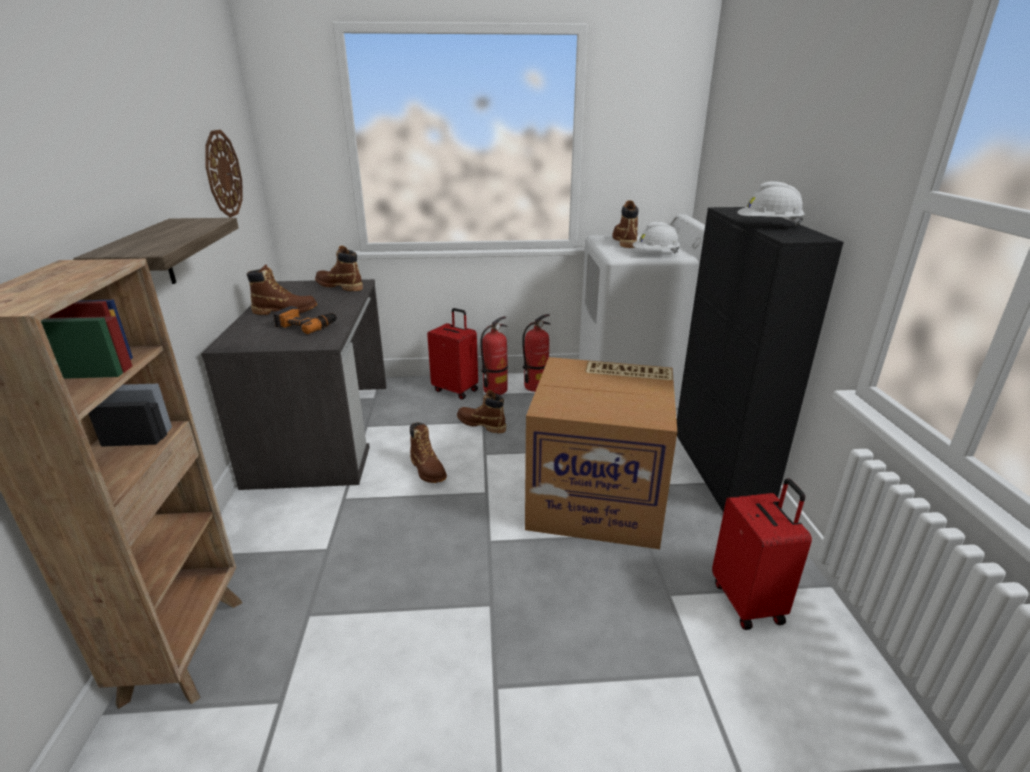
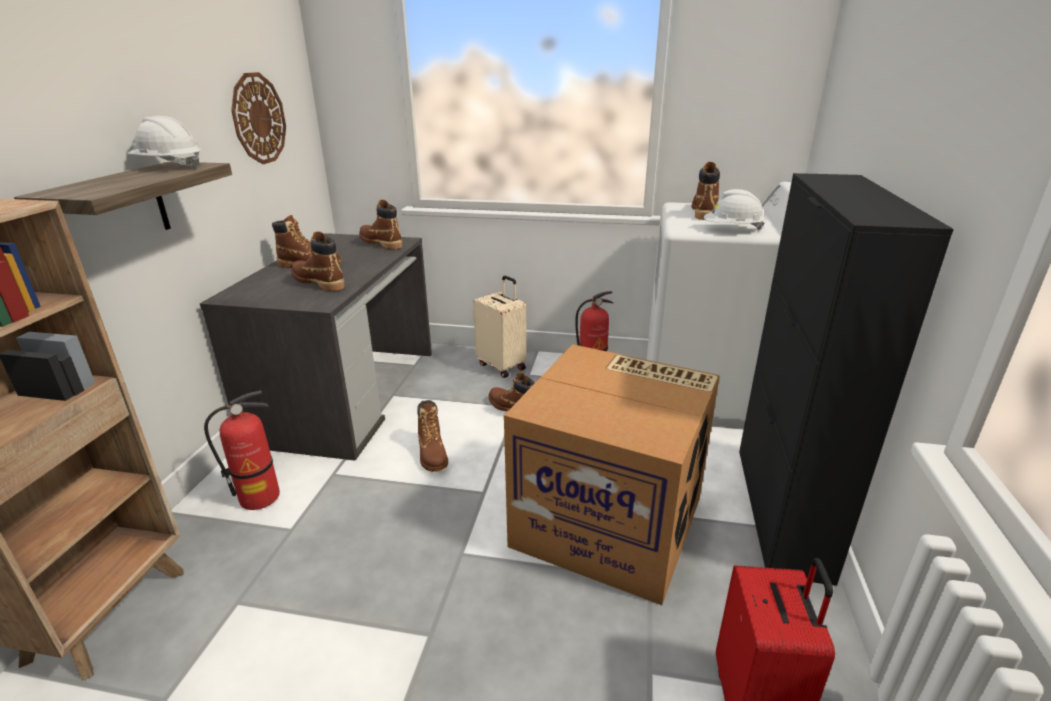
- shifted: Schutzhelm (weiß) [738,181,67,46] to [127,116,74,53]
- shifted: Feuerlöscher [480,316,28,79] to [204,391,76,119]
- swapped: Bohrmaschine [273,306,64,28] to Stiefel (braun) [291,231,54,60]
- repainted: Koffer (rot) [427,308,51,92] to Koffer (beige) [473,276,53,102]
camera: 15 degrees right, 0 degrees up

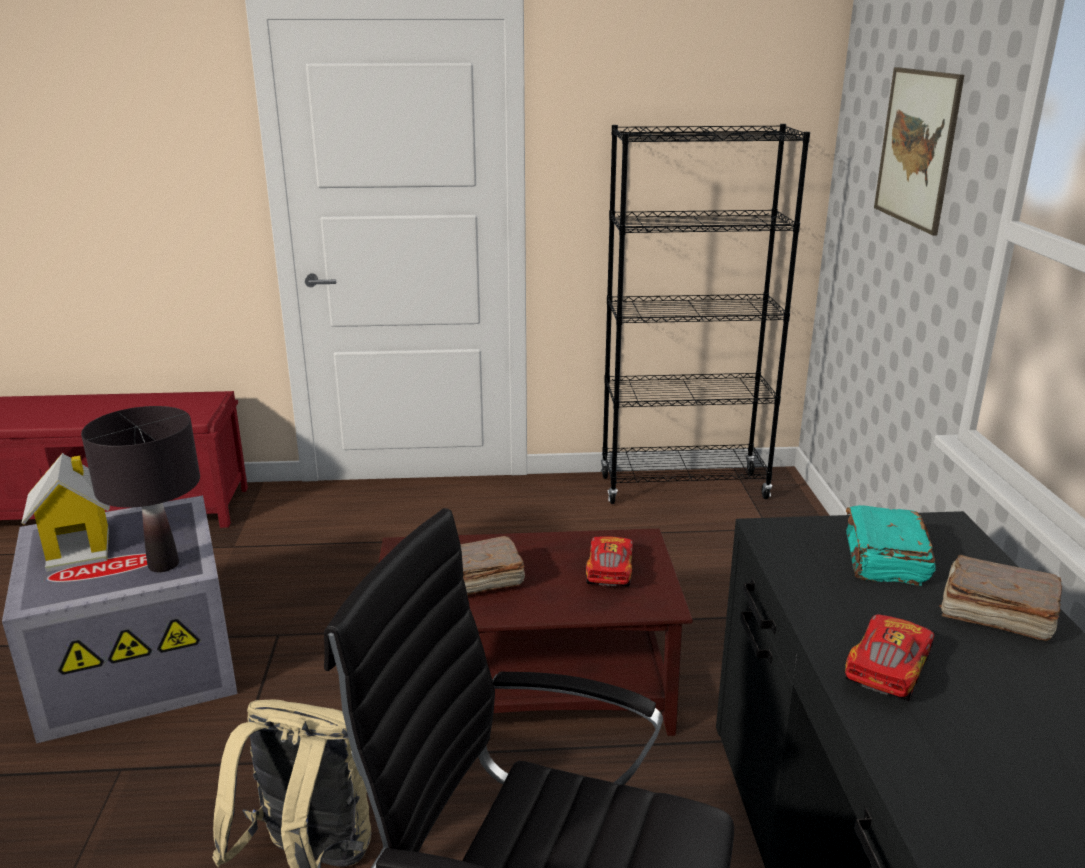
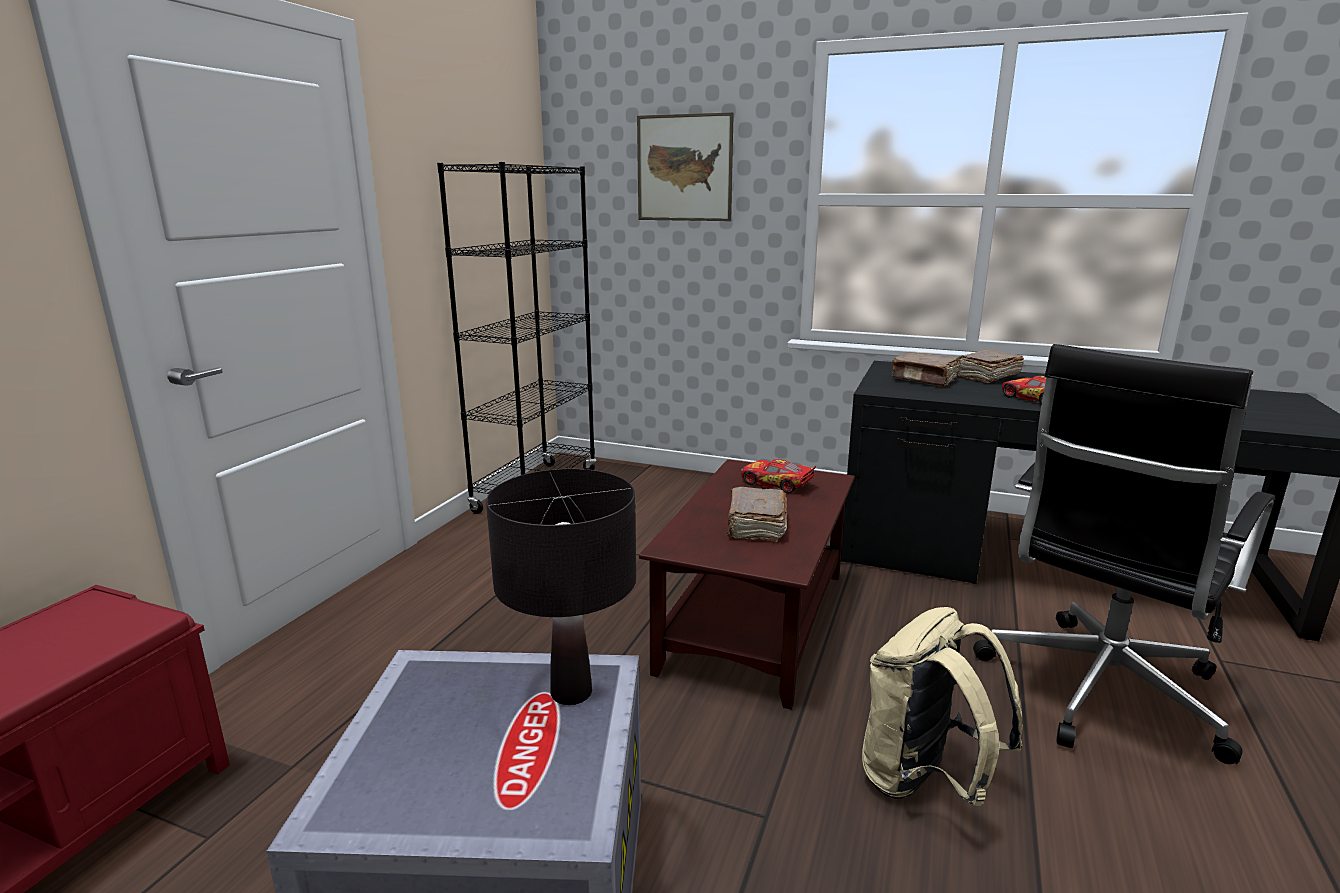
- repainted: Buch (türkis) [846,505,90,81] to Buch (braun) [891,352,68,35]
- gone: Spielzeughaus [21,453,89,119]
camera: 65 degrees left, 5 degrees down

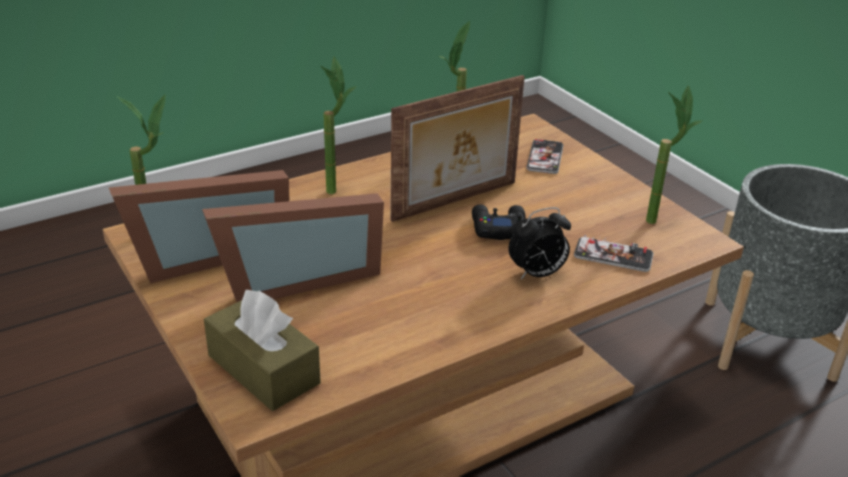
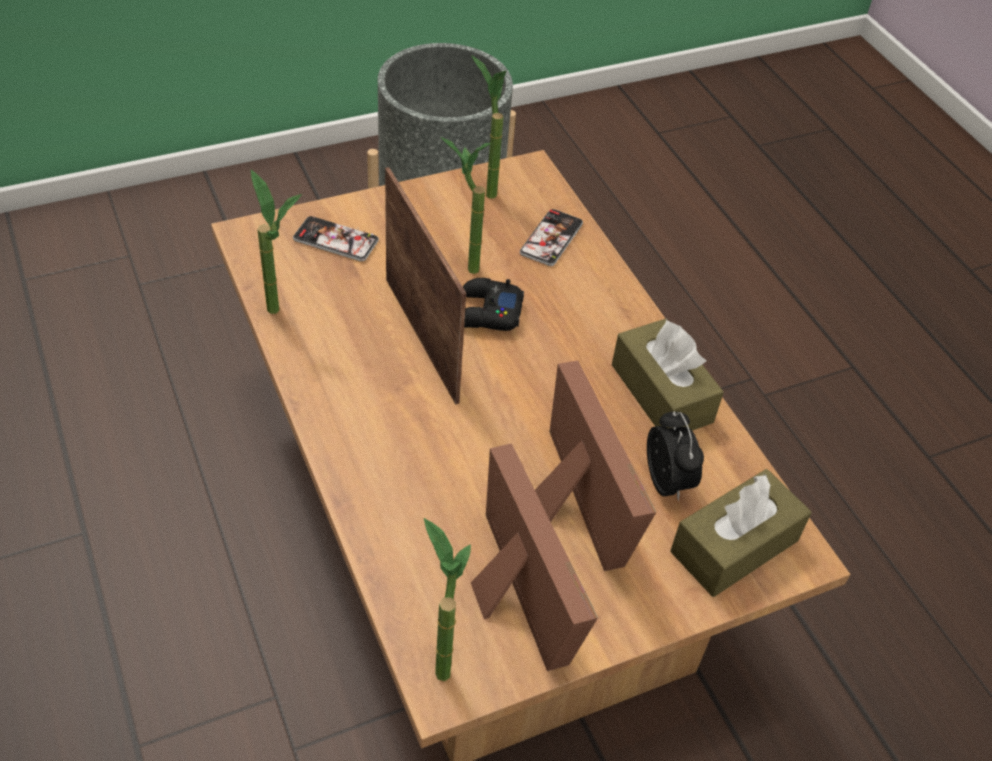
- shifted: Topfpflanze [321,56,35,138] to [440,137,51,137]
- new: Taschentuchbox (braun) [612,319,112,112]
- shifted: Wecker [508,207,63,72] to [647,411,57,90]
camera: 85 degrees left, 15 degrees up

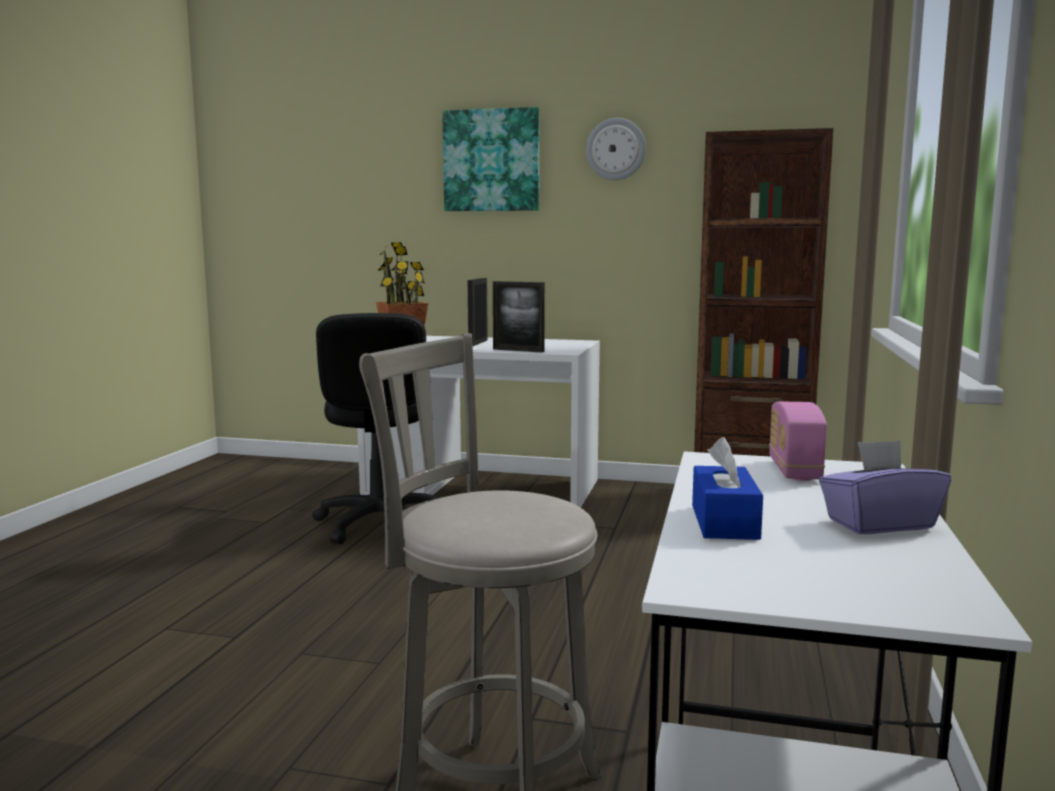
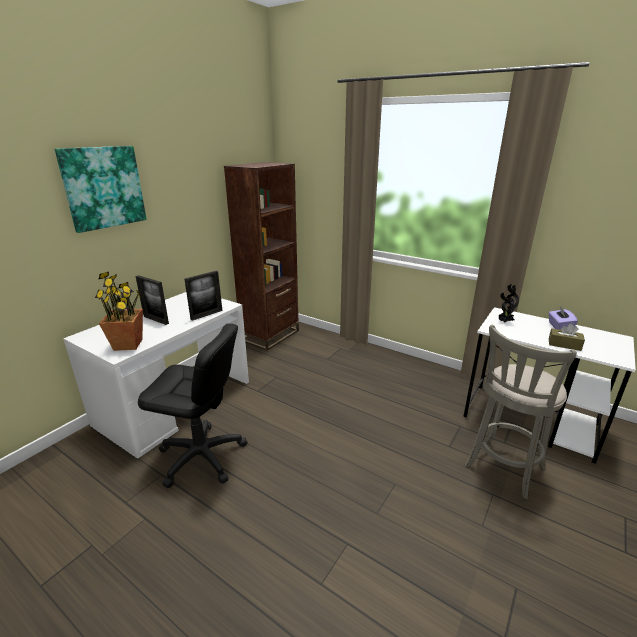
- swapped: Radio [769,401,58,80] to Topfpflanze [499,284,20,39]
- repainted: Taschentuchbox (blau) [692,437,71,103] to Taschentuchbox (braun) [549,324,36,27]
- gone: Wanduhr [586,118,60,62]
camera: 70 degrees left, 15 degrees up

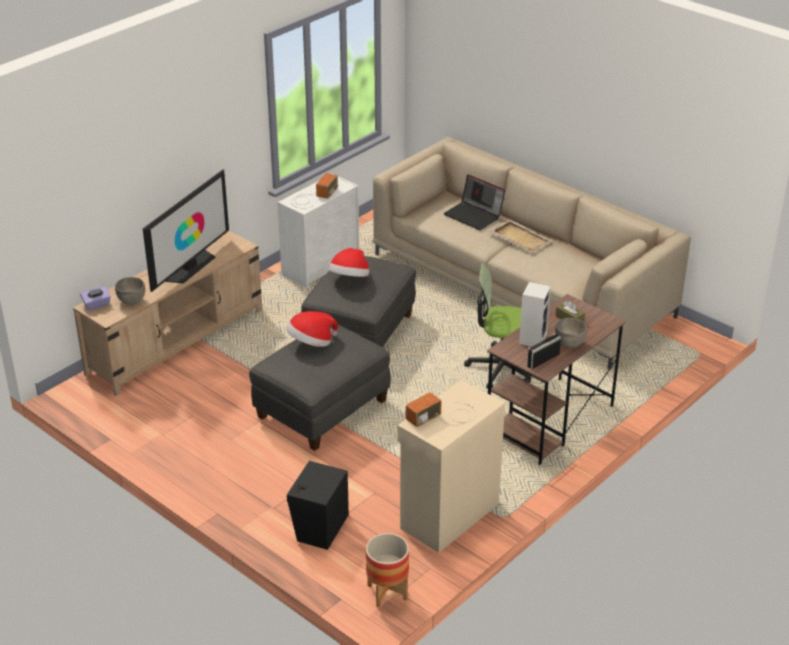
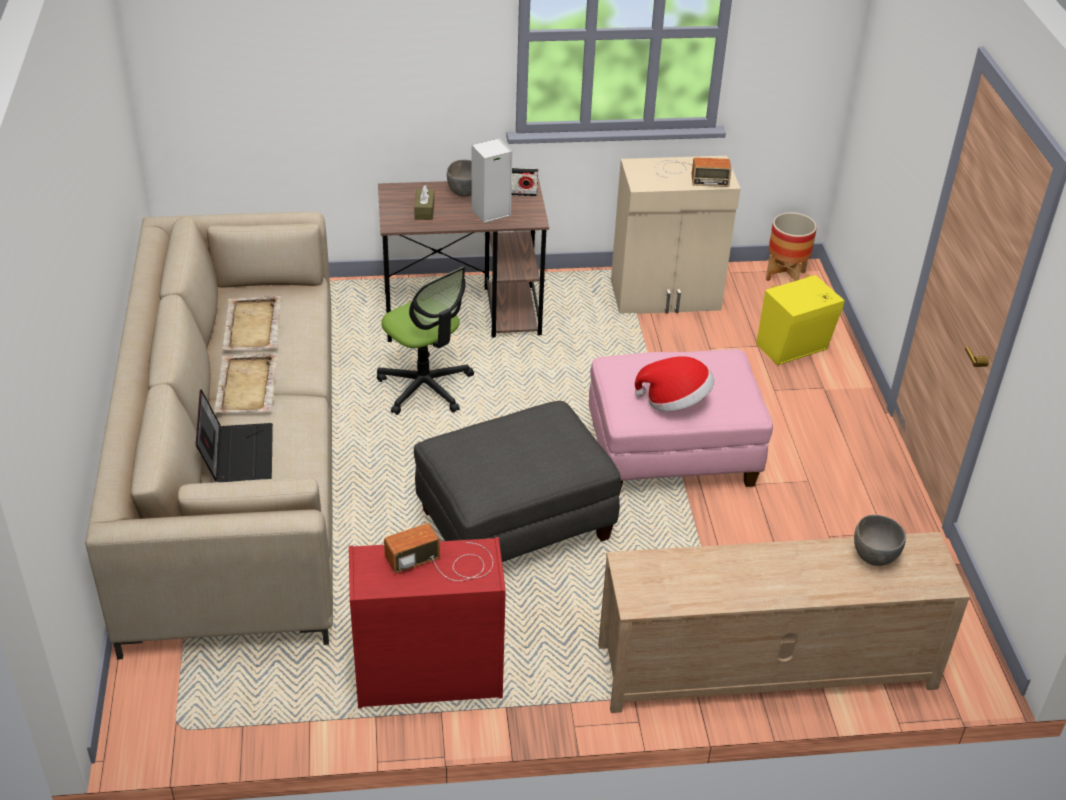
- new: Tablett (beige) [223,296,58,54]
- repainted: Kommode (weiß) [277,176,82,112] to Kommode (rot) [349,537,157,171]
- repainted: Polsterhocker (grau) [249,324,142,127] to Polsterhocker (rosa) [589,349,184,146]
- repainted: Lautsprecher (schwarz) [287,461,62,89] to Lautsprecher (gelb) [756,274,88,91]
- gone: Taschentuchbox (lila) [80,286,31,24]
- gone: Fernseher [143,169,86,123]
- gone: Hut [328,248,41,29]
camera: 140 degrees left, 5 degrees up

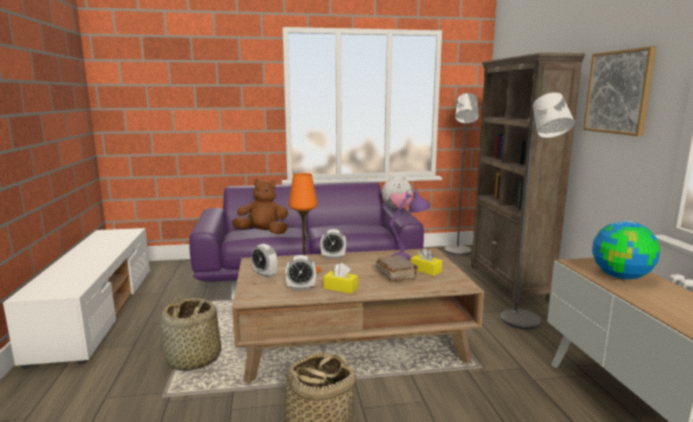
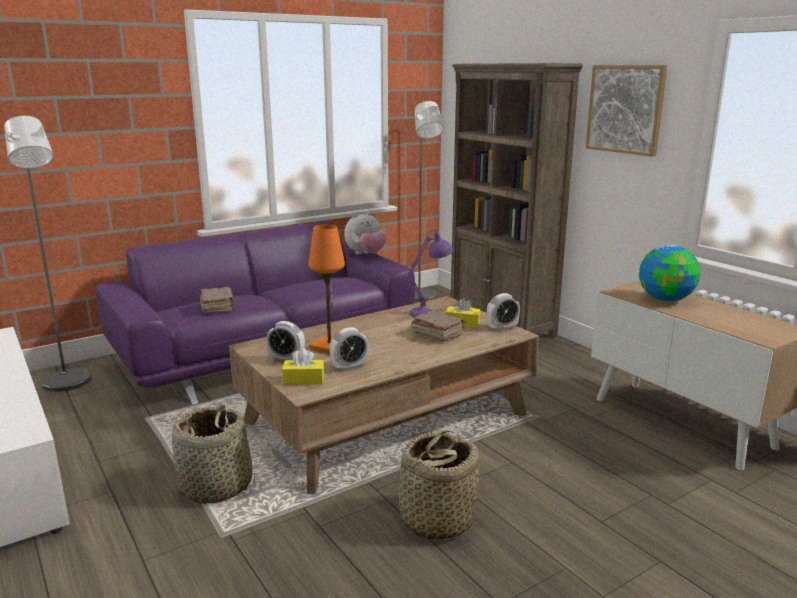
- shifted: Stehlampe (grau) [501,93,74,237] to [4,116,88,276]
- swapped: Plüschtier (braun) [232,179,56,55] to Buch (braun) [200,287,35,26]
- shifted: Taschentuchbox (gelb) [324,263,34,31] to [282,348,42,37]
- shifted: Wecker [320,229,26,29] to [486,293,34,38]
camera: 25 degrees left, 5 degrees up

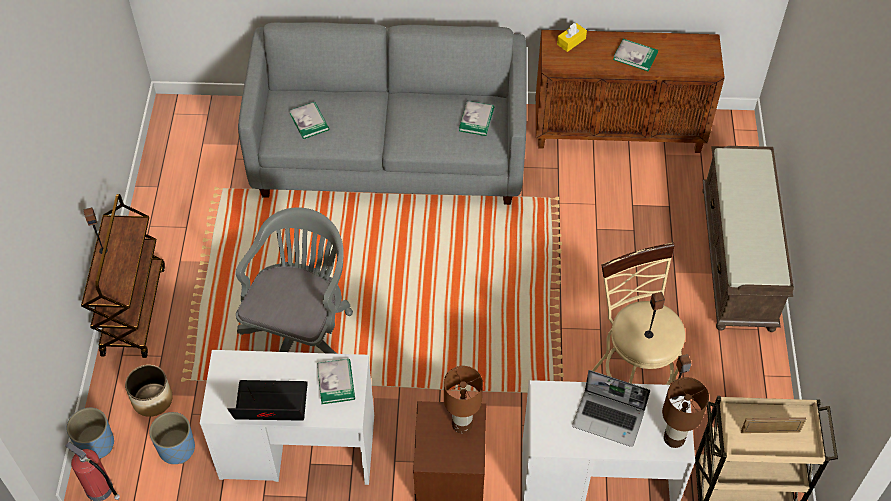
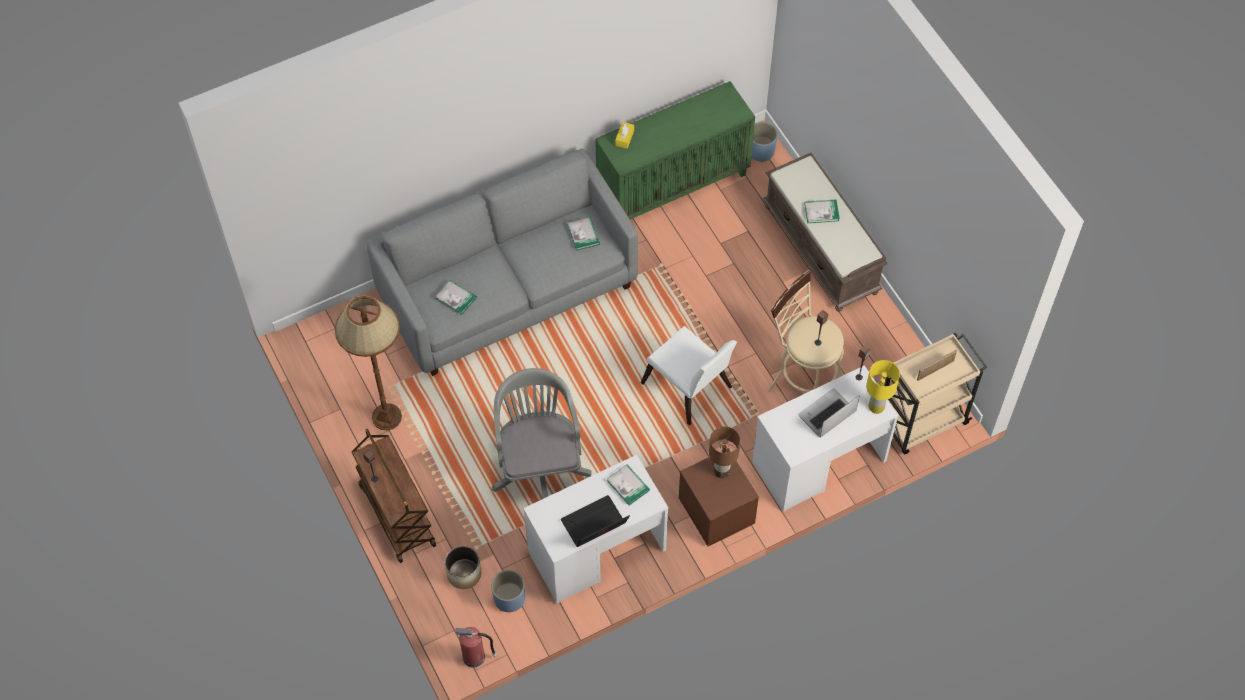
- new: Stehlampe (braun) [335,296,67,134]
- repainted: Schrank (braun) [536,30,189,123] to Schrank (grün) [595,81,160,138]
- new: Stuhl (weiß) [640,326,97,100]
- shifted: Pflanzkübel (blau) [67,408,47,51] to [751,122,27,40]
- rotated: Laptop [572,370,78,77] = [798,388,61,50] 150 degrees clockwise
- shifted: Buch [613,39,45,32] to [804,199,36,24]
- repainted: Tischlampe (braun) [662,377,47,71] to Tischlampe (gelb) [866,360,34,54]
camera: 30 degrees left, 5 degrees up

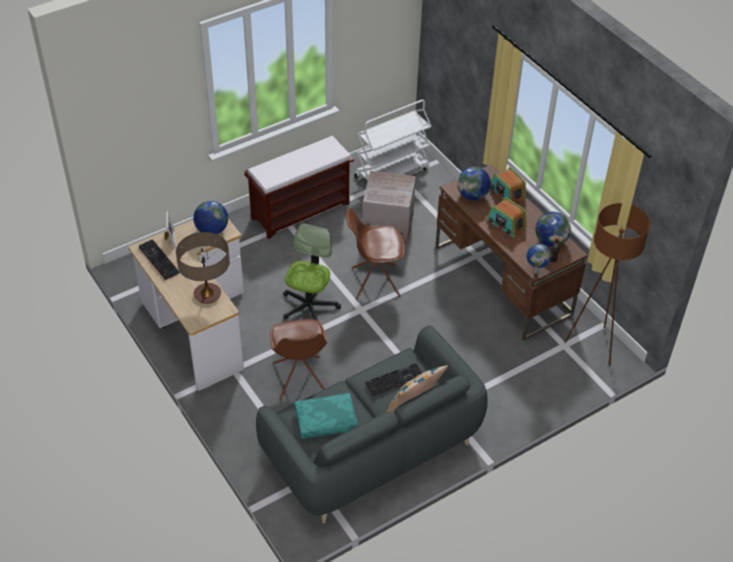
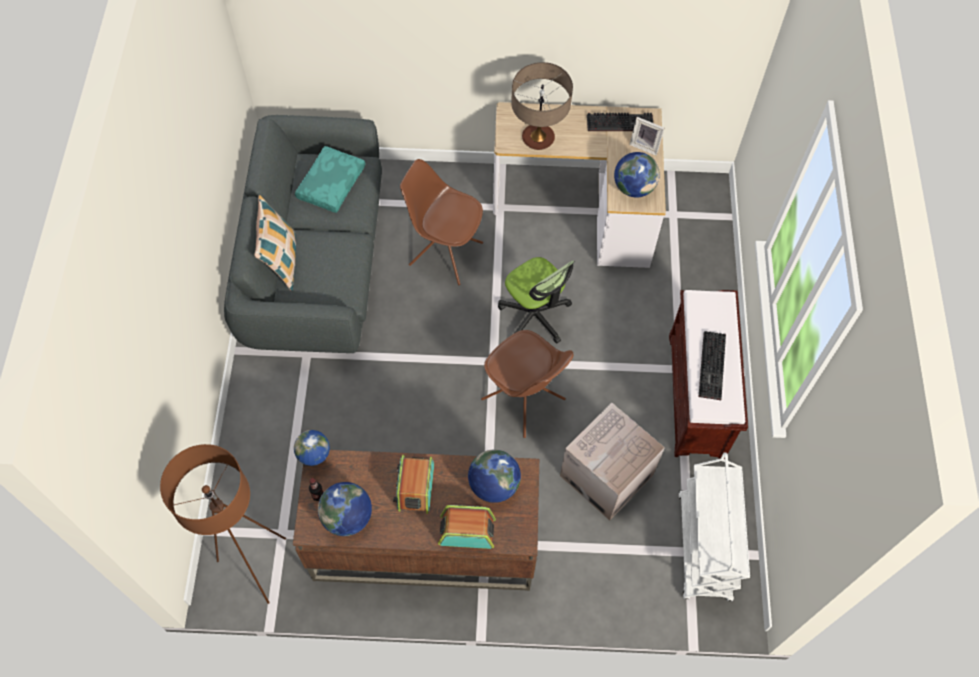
- rotated: Radio [487,197,40,40] = [393,455,41,59] 75 degrees counterclockwise
- rotated: Stuhl (braun) [346,208,59,92] = [481,330,92,108] 105 degrees clockwise
- shifted: Tastatur [365,363,57,33] to [699,331,27,69]
camera: 125 degrees right, 15 degrees up

